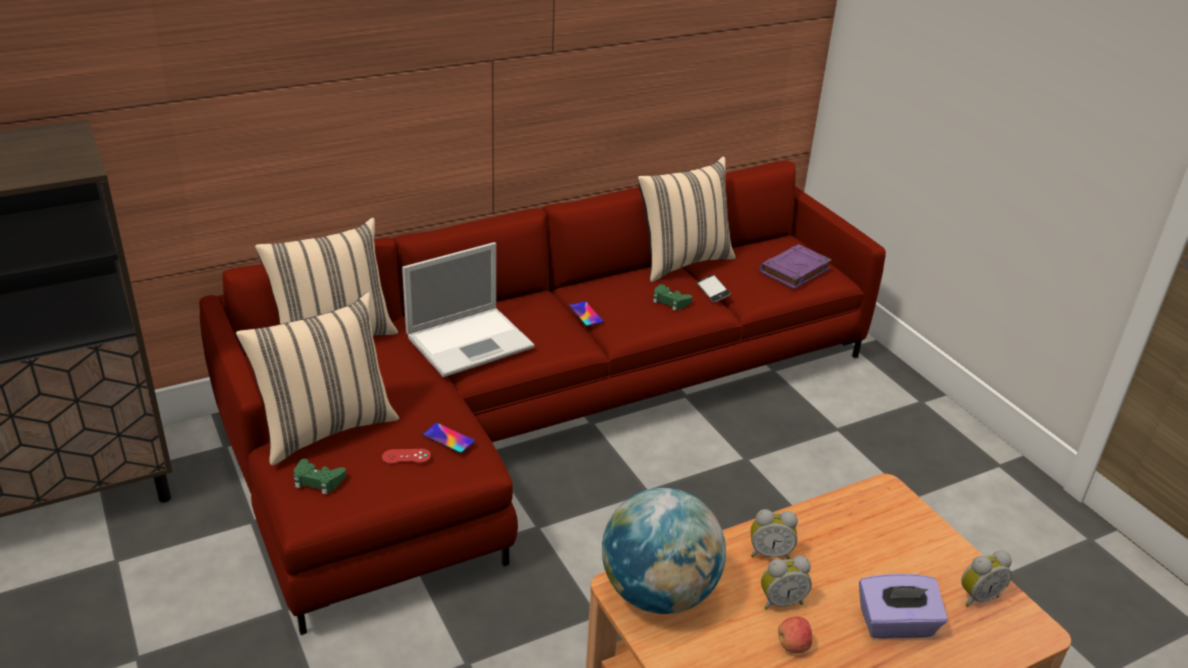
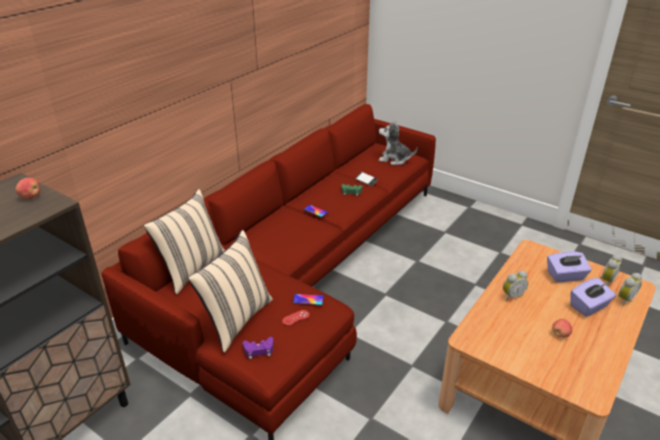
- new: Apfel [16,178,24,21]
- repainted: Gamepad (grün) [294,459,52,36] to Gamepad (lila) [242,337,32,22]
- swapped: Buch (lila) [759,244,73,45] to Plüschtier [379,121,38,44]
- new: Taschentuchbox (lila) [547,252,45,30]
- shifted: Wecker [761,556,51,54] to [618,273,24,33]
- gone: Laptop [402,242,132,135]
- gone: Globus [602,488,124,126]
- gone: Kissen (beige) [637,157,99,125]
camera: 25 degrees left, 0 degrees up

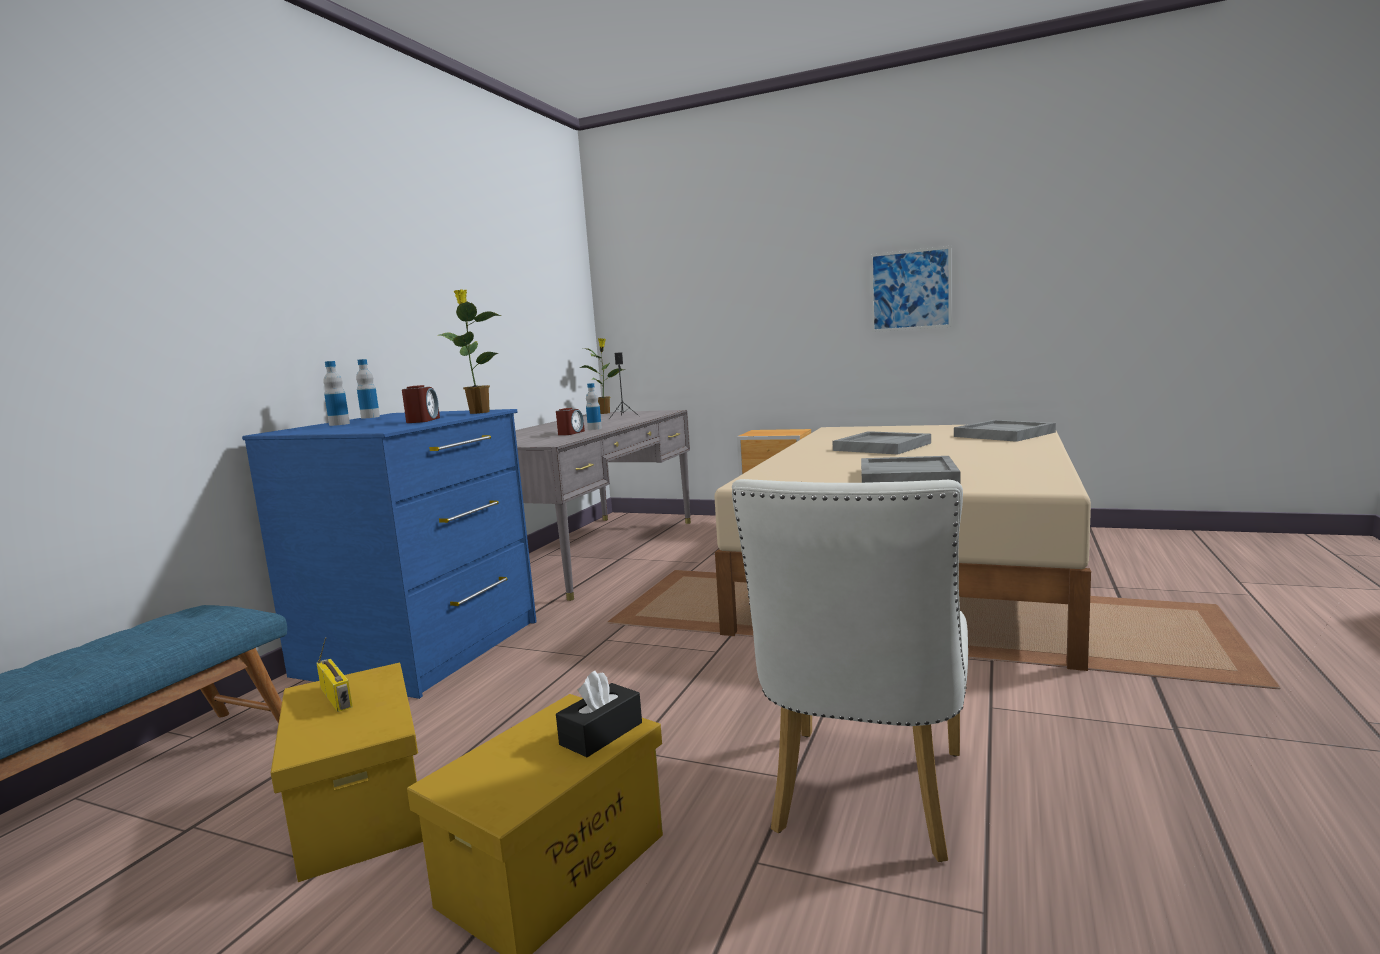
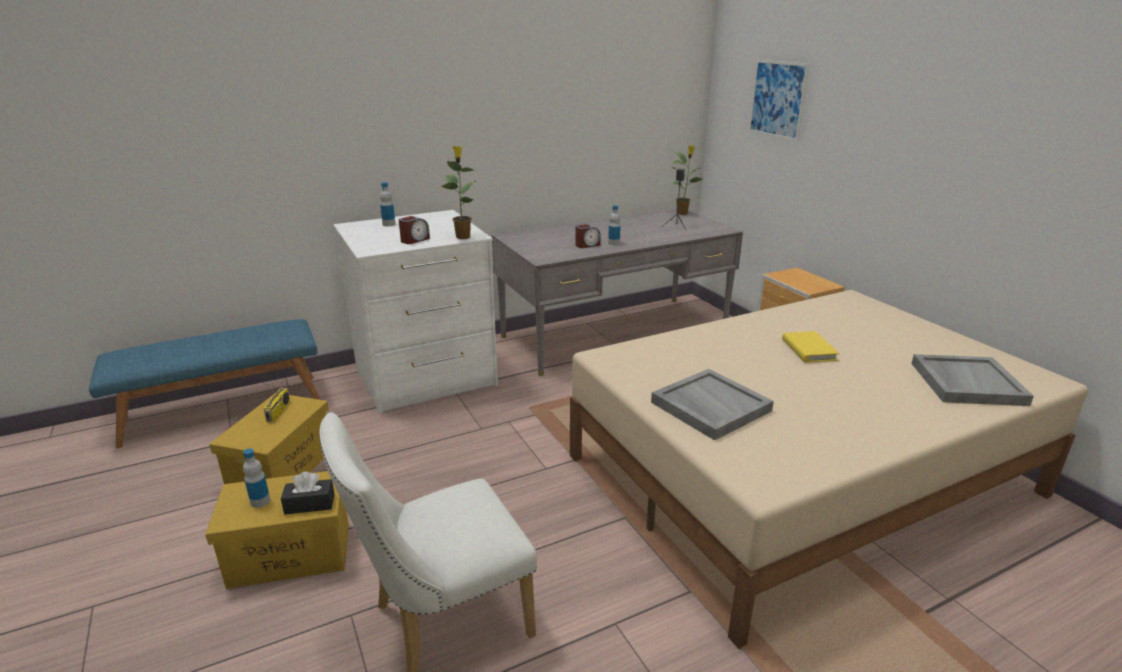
- shifted: Flasche [356,359,24,60] to [243,448,27,60]
- repainted: Kommode (blau) [242,409,295,290] to Kommode (weiß) [334,210,164,204]
- shifted: Bild [870,246,82,86] to [748,60,62,81]
- swapped: Tablett (grau) [833,431,98,24] to Buch (gelb) [782,331,58,32]
camera: 40 degrees right, 15 degrees up

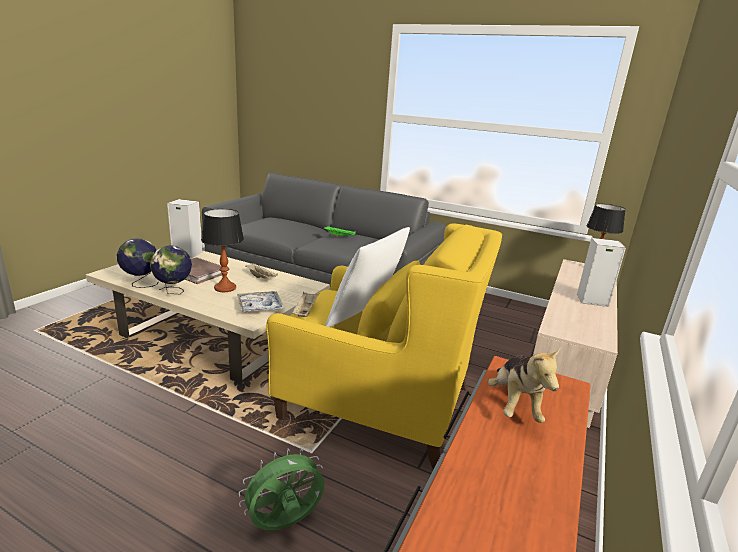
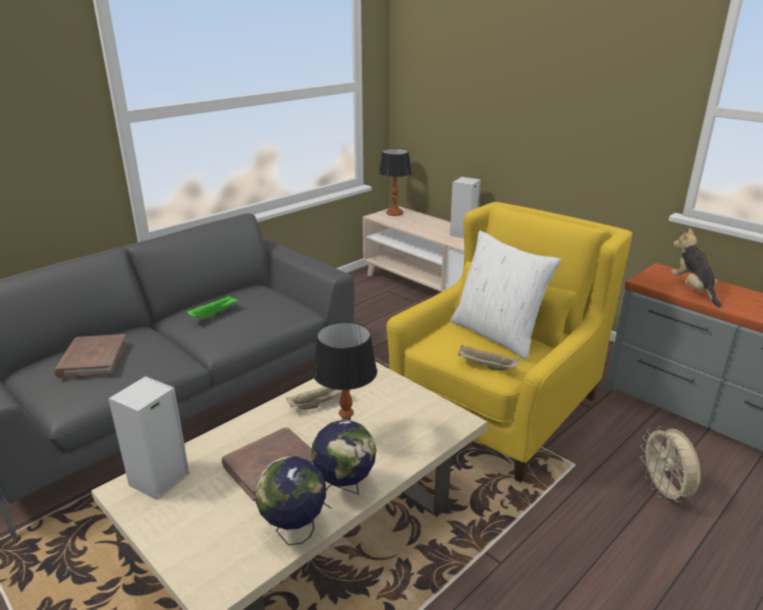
- new: Buch (braun) [54,334,73,44]
- repainted: Ventilator (grün) [239,448,85,82] to Ventilator (beige) [640,426,61,77]
- rotated: Plüschtier [488,348,73,75] = [671,228,51,79] 120 degrees counterclockwise
- gone: Tablett [237,291,48,22]
camera: 70 degrees left, 5 degrees up

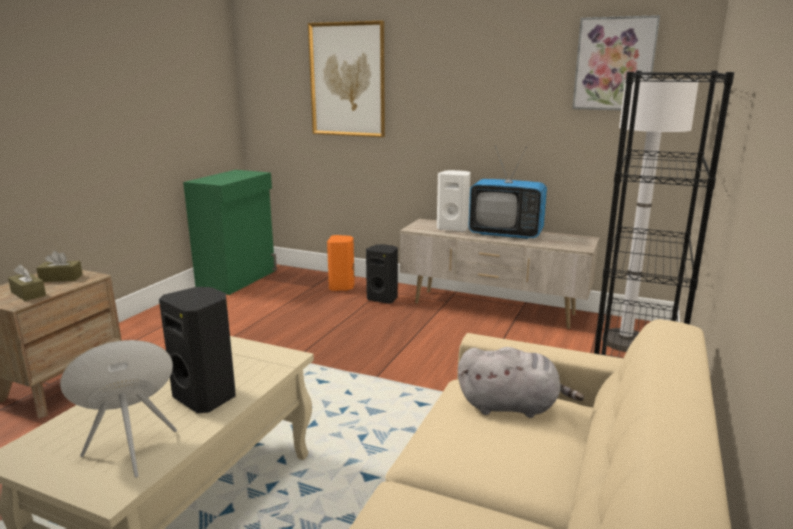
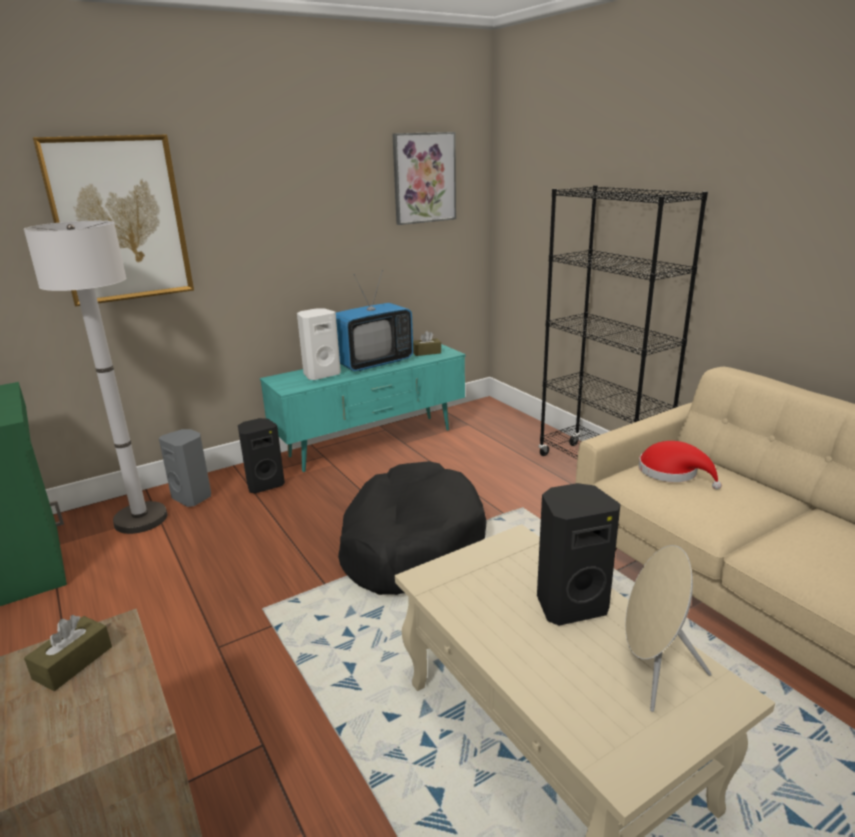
- shifted: Stehlampe (weiß) [602,79,97,273] to [24,221,143,313]
- repainted: Lautsprecher (orange) [327,235,28,56] to Lautsprecher (grau) [159,429,52,78]
- repainted: Fernsehschrank (beige) [400,219,199,110] to Fernsehschrank (türkis) [260,344,206,128]
- new: Hundebett (schwarz) [338,461,149,134]
- shifted: Taschentuchbox (braun) [8,264,38,37] to [413,331,28,25]
- swapped: Plüschtier (grau) [458,347,126,71] to Hut (rot) [639,441,83,49]
camera: 55 degrees left, 5 degrees up

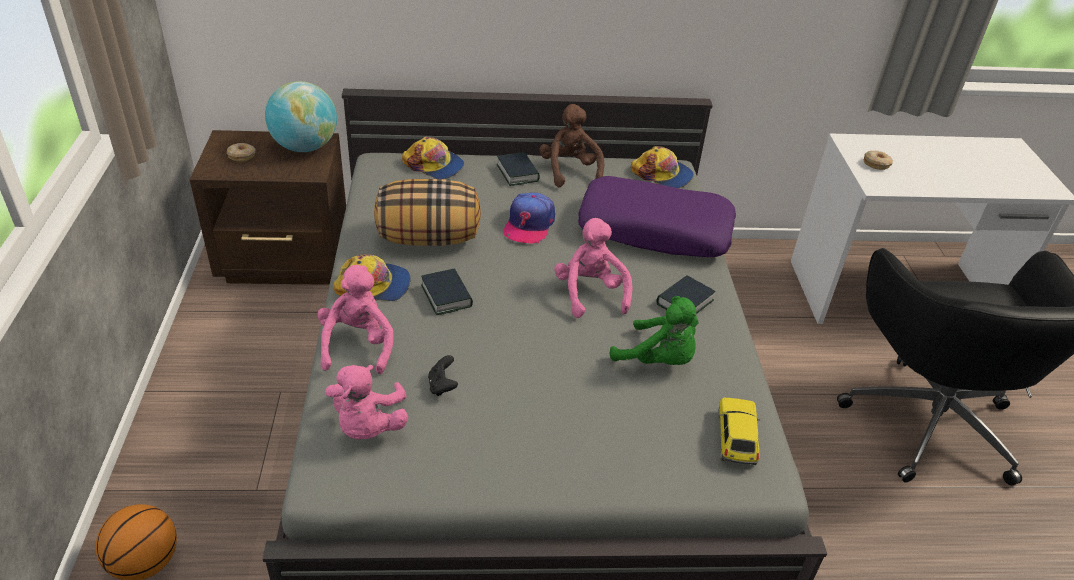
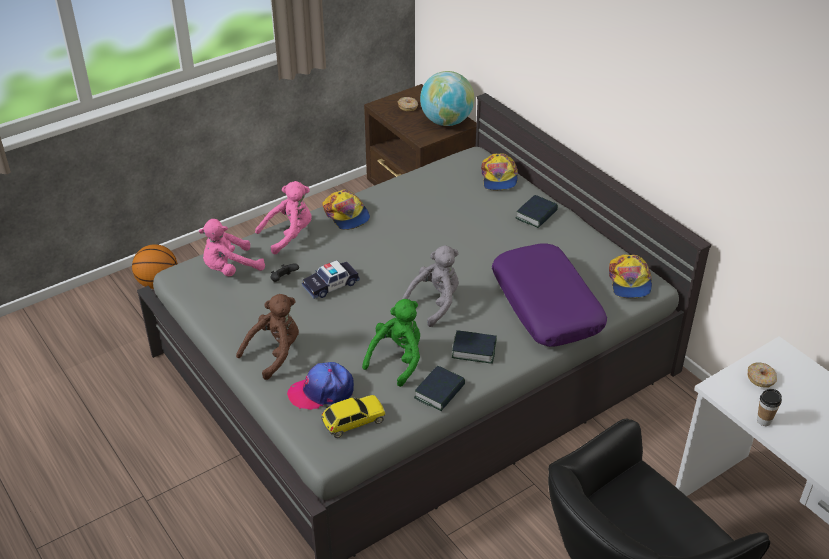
- shifted: Plüschtier (braun) [539,104,65,83] to [236,294,63,86]
- shifted: Kappe [504,193,51,51] to [287,362,67,48]
- new: Spielzeugauto [302,260,58,39]
- rotated: Plüschtier (grün) [610,296,89,69] = [362,299,58,88] 150 degrees counterclockwise
- repainted: Plüschtier (rosa) [554,218,78,100] to Plüschtier (grau) [401,245,58,82]
- shifted: Buch [421,268,52,47] to [414,366,51,45]
- new: Tasse [757,389,25,37]
- gone: Kissen [374,179,107,67]
camera: 60 degrees right, 0 degrees up

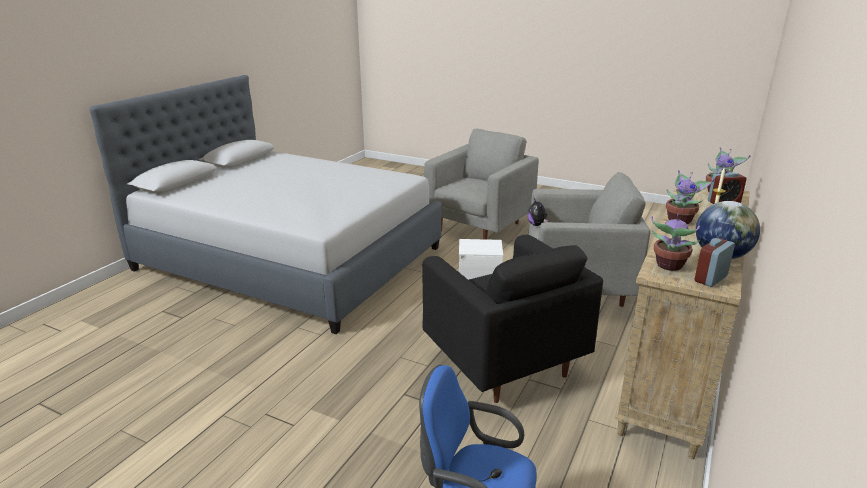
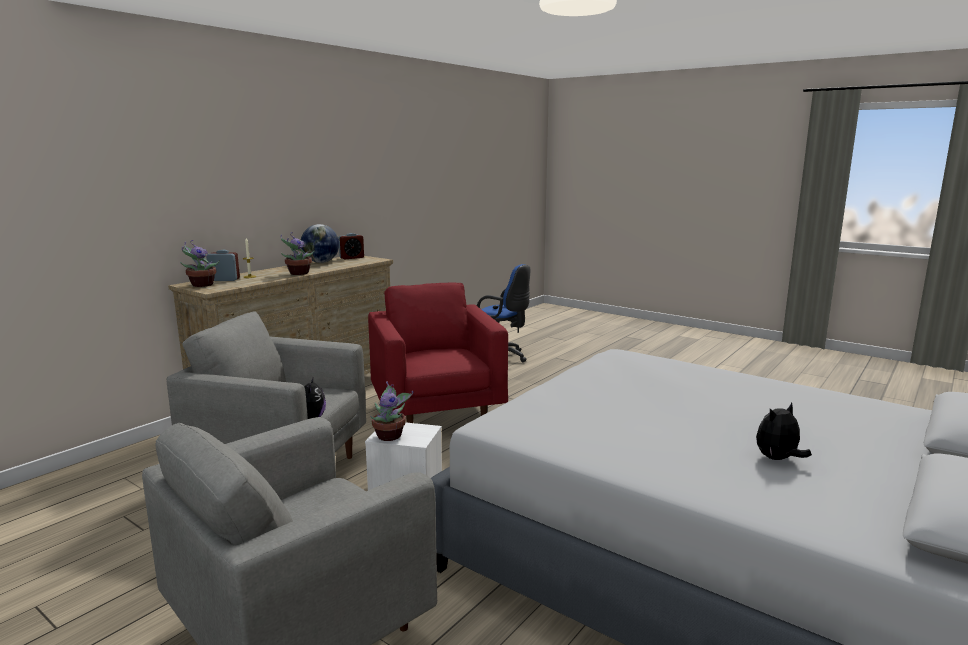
- repainted: Sessel (schwarz) [422,235,181,168] to Sessel (rot) [368,282,140,141]
- shifted: Topfpflanze [651,213,49,58] to [370,381,43,60]
- new: Plüschtier [756,403,56,57]
camera: 170 degrees left, 10 degrees down

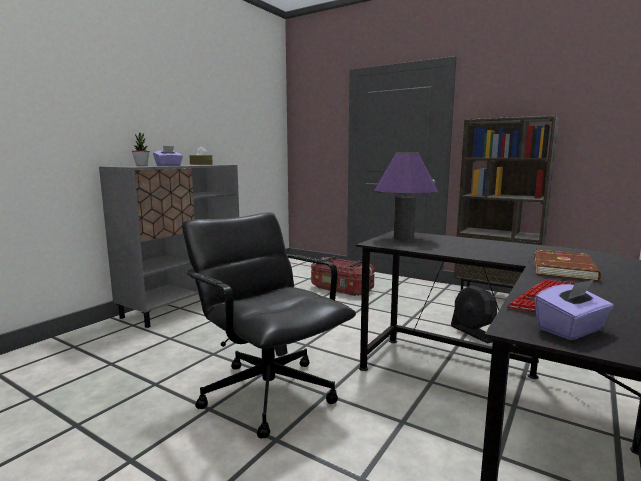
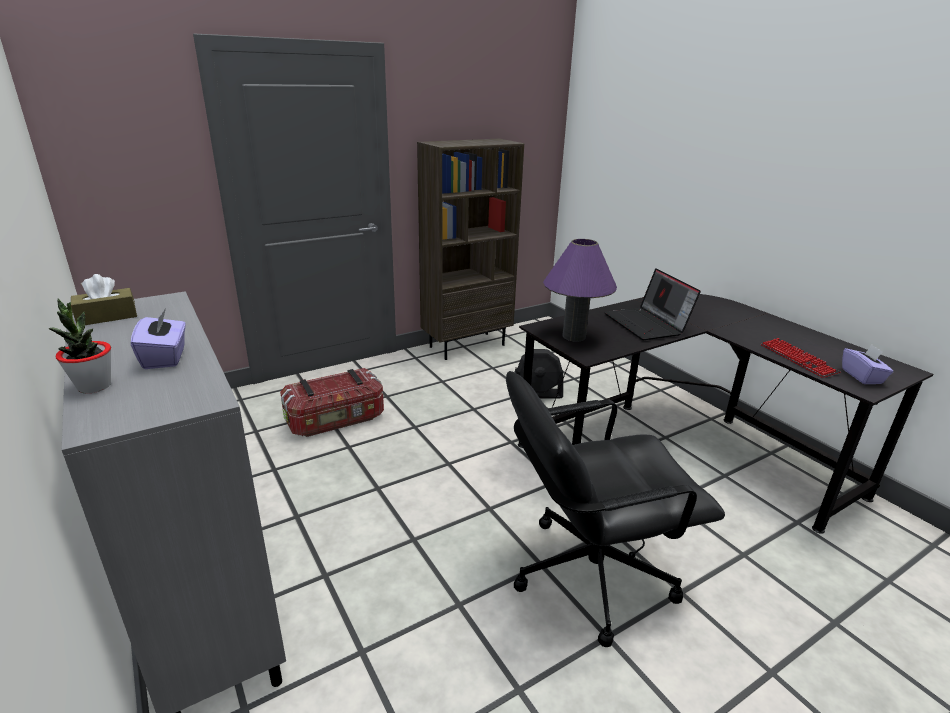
- new: Laptop [604,268,97,72]
- gone: Buch (braun) [534,250,67,31]
camera: 65 degrees left, 15 degrees up

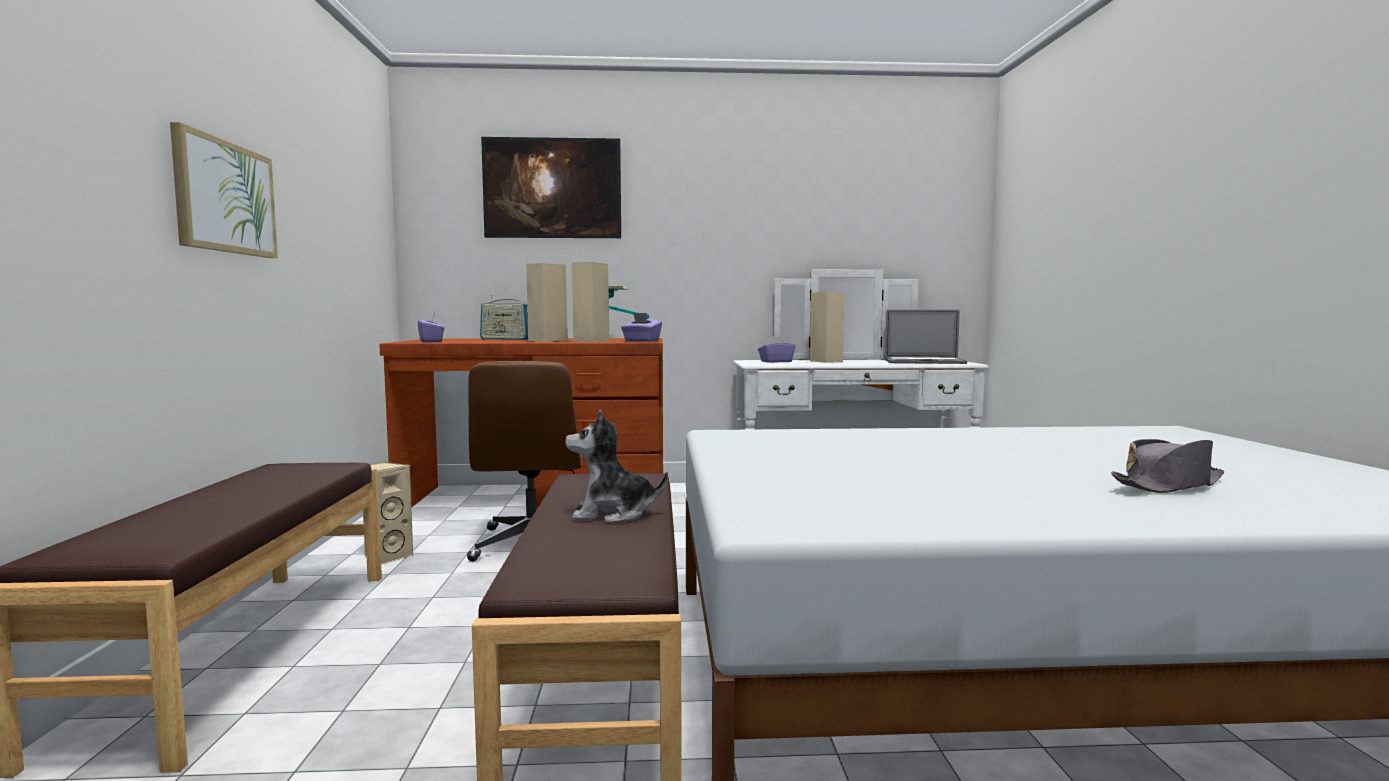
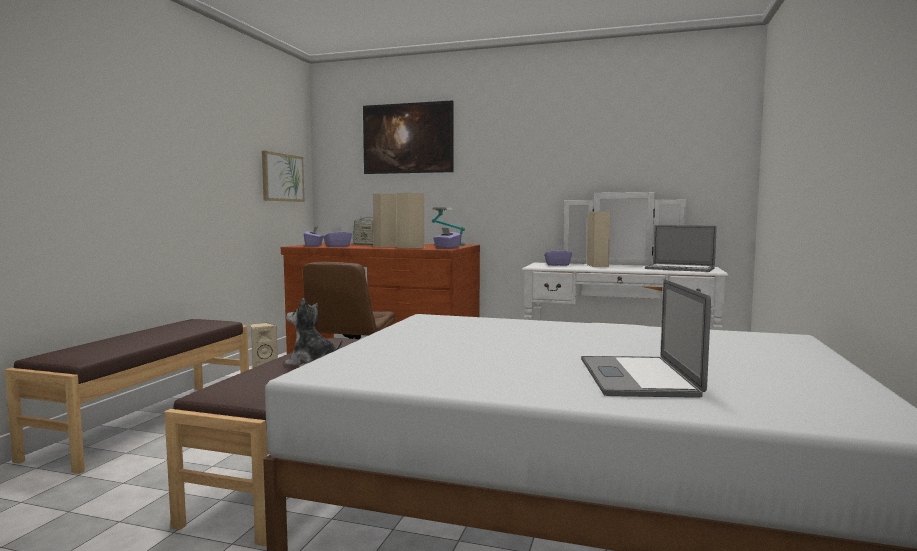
- shifted: Bild [170,122,108,136] to [262,151,42,51]
- new: Taschentuchbox (lila) [323,227,29,20]
- swapped: Hut (grau) [1111,439,113,54] to Laptop [581,279,130,119]
camera: 20 degrees right, 0 degrees up

